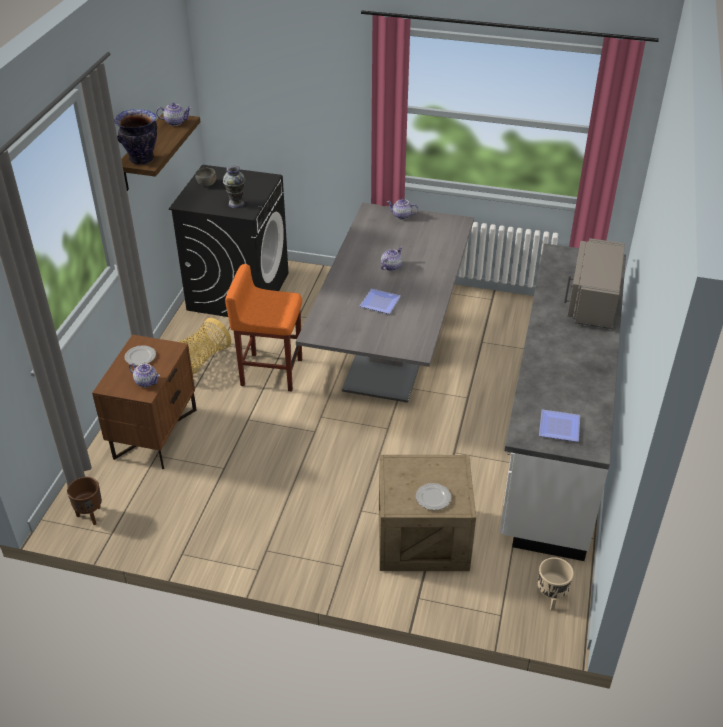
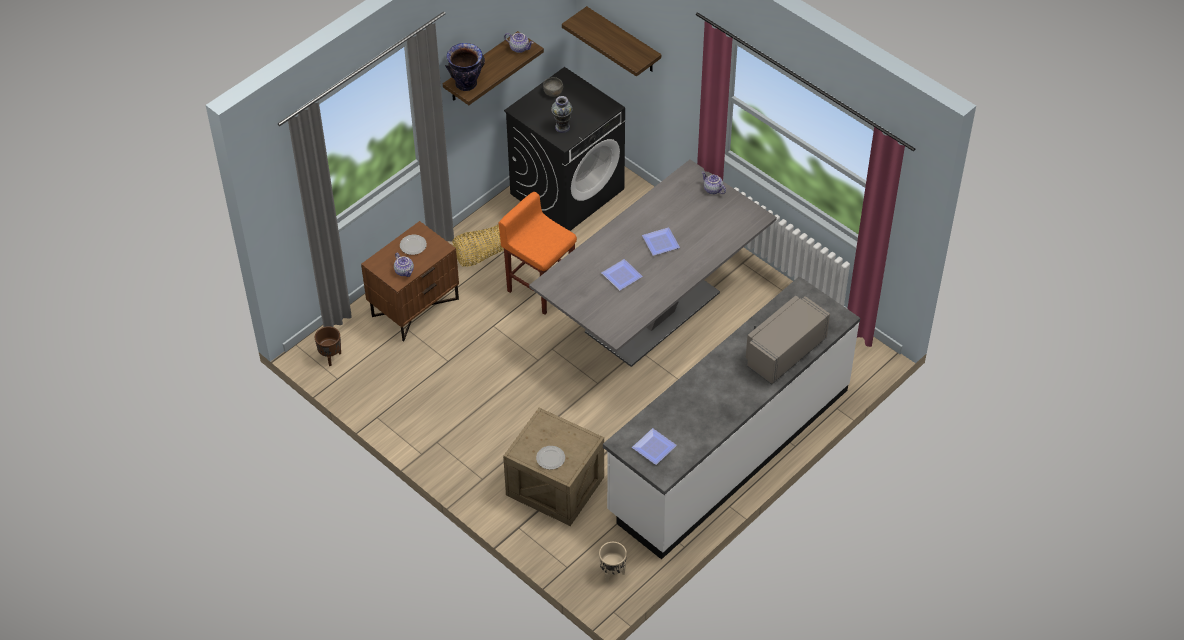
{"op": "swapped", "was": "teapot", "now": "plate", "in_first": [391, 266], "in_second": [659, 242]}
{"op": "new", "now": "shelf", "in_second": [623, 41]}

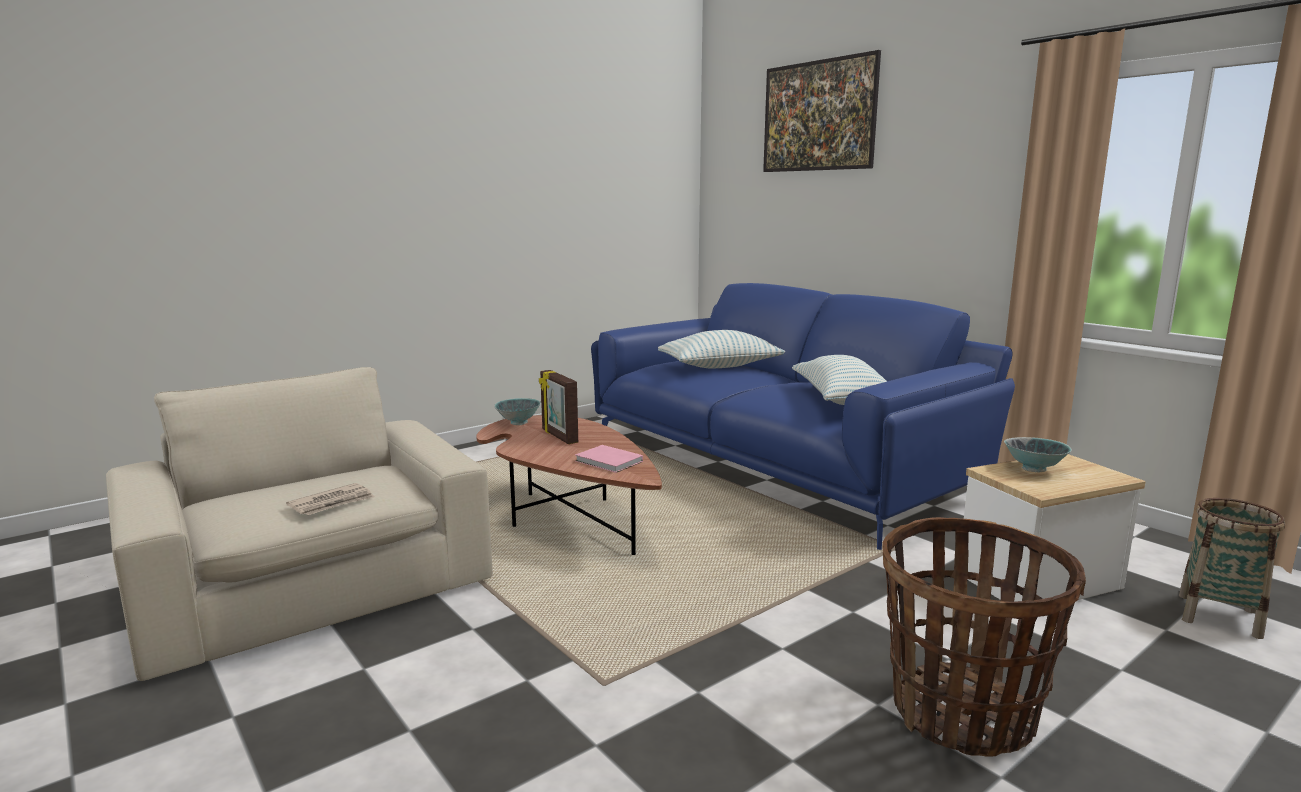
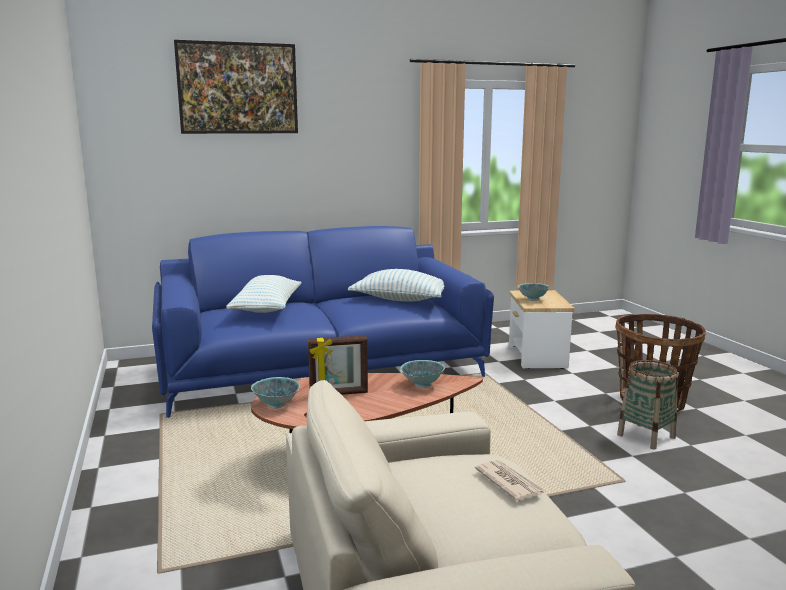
{"op": "swapped", "was": "book (pink)", "now": "bowl", "in_first": [609, 462], "in_second": [422, 385]}
{"op": "shifted", "was": "basket", "in_first": [1218, 615], "in_second": [646, 436]}

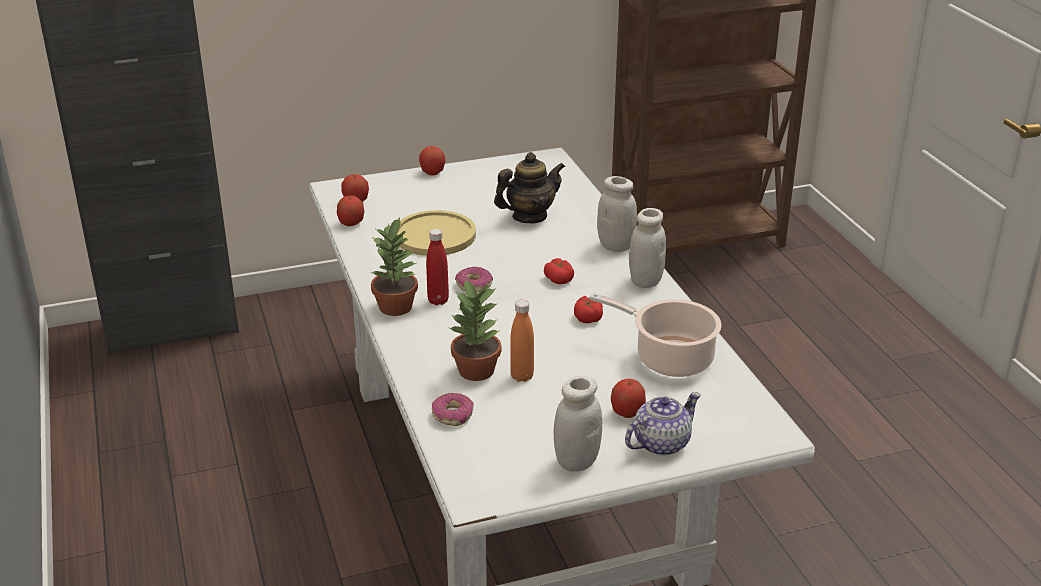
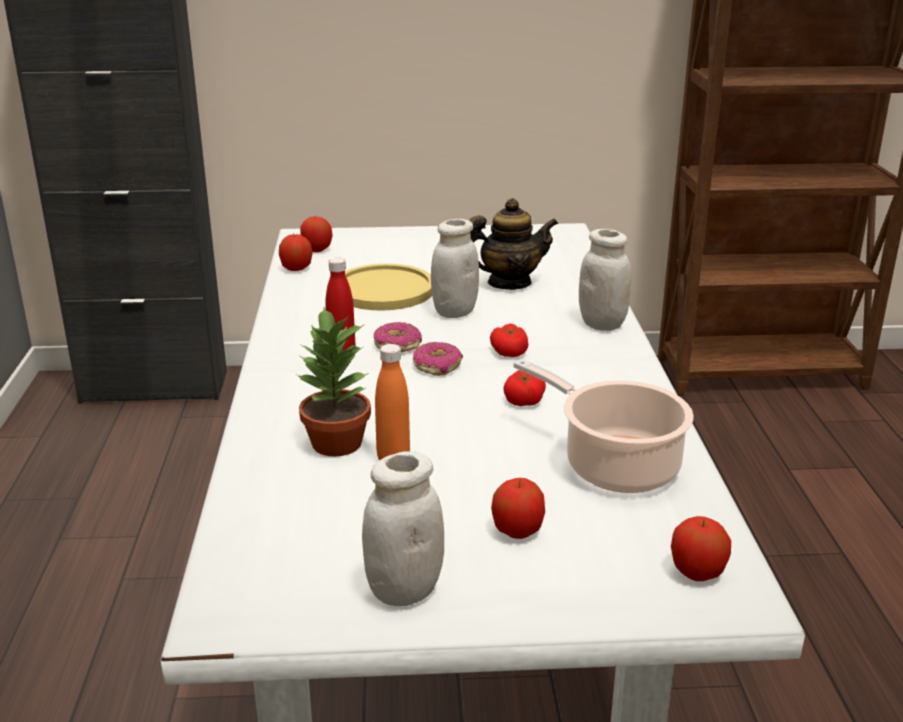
{"op": "gone", "was": "potted plant", "in_first": [396, 307]}
{"op": "shifted", "was": "apple", "in_first": [432, 172], "in_second": [697, 572]}
{"op": "shifted", "was": "donut", "in_first": [453, 415], "in_second": [437, 366]}
{"op": "gone", "was": "teapot", "in_first": [660, 443]}
{"op": "shifted", "was": "jar (white)", "in_first": [645, 281], "in_second": [454, 312]}

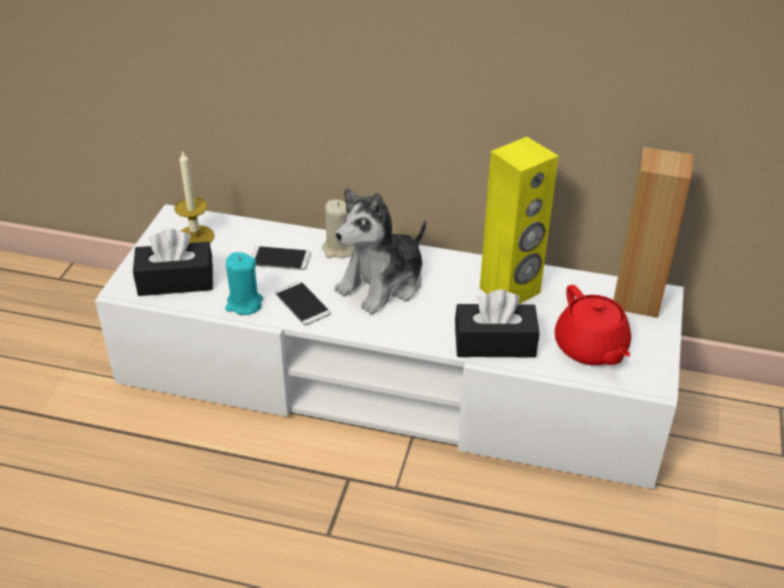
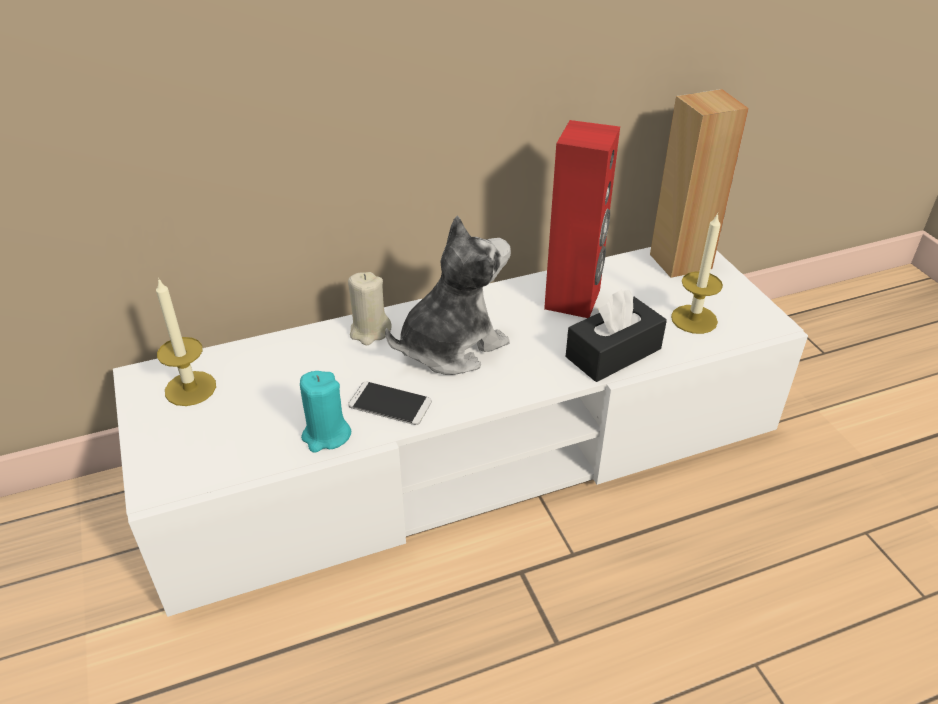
{"op": "gone", "was": "tissue box (black)", "in_first": [176, 281]}
{"op": "gone", "was": "phone", "in_first": [280, 259]}
{"op": "rotated", "was": "plush toy", "in_first": [382, 284], "in_second": [451, 346], "clockwise": -135}
{"op": "repainted", "was": "speaker (yellow)", "now": "speaker (red)", "in_first": [510, 291], "in_second": [573, 299]}
{"op": "swapped", "was": "teapot (red)", "now": "candle", "in_first": [590, 349], "in_second": [694, 319]}

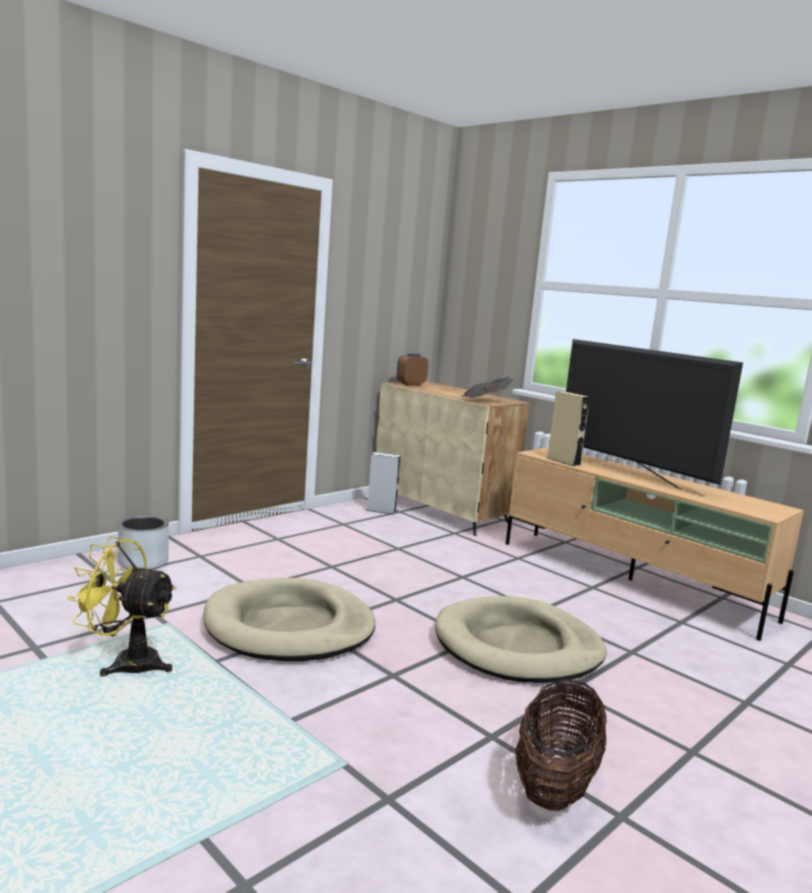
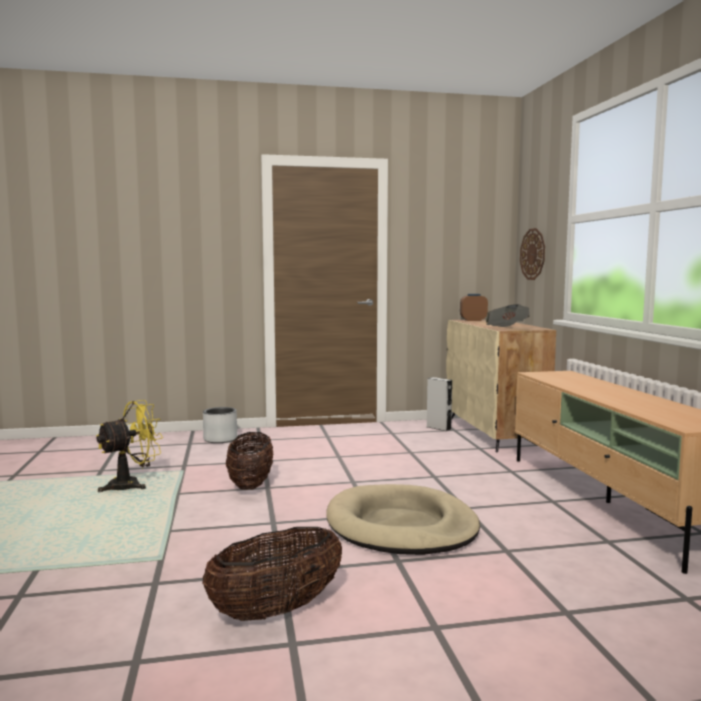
{"op": "rotated", "was": "fan (yellow)", "in_first": [126, 662], "in_second": [132, 485], "clockwise": 90}
{"op": "swapped", "was": "dog bed (beige)", "now": "basket", "in_first": [289, 627], "in_second": [250, 484]}
{"op": "gone", "was": "speaker (beige)", "in_first": [563, 461]}
{"op": "gone", "was": "television", "in_first": [630, 474]}
{"op": "new", "now": "wall clock", "in_second": [533, 254]}

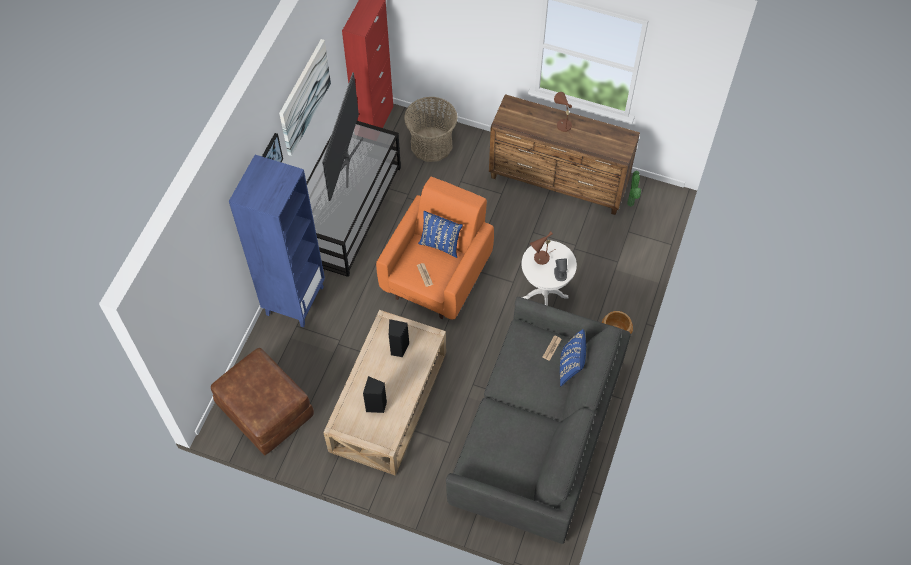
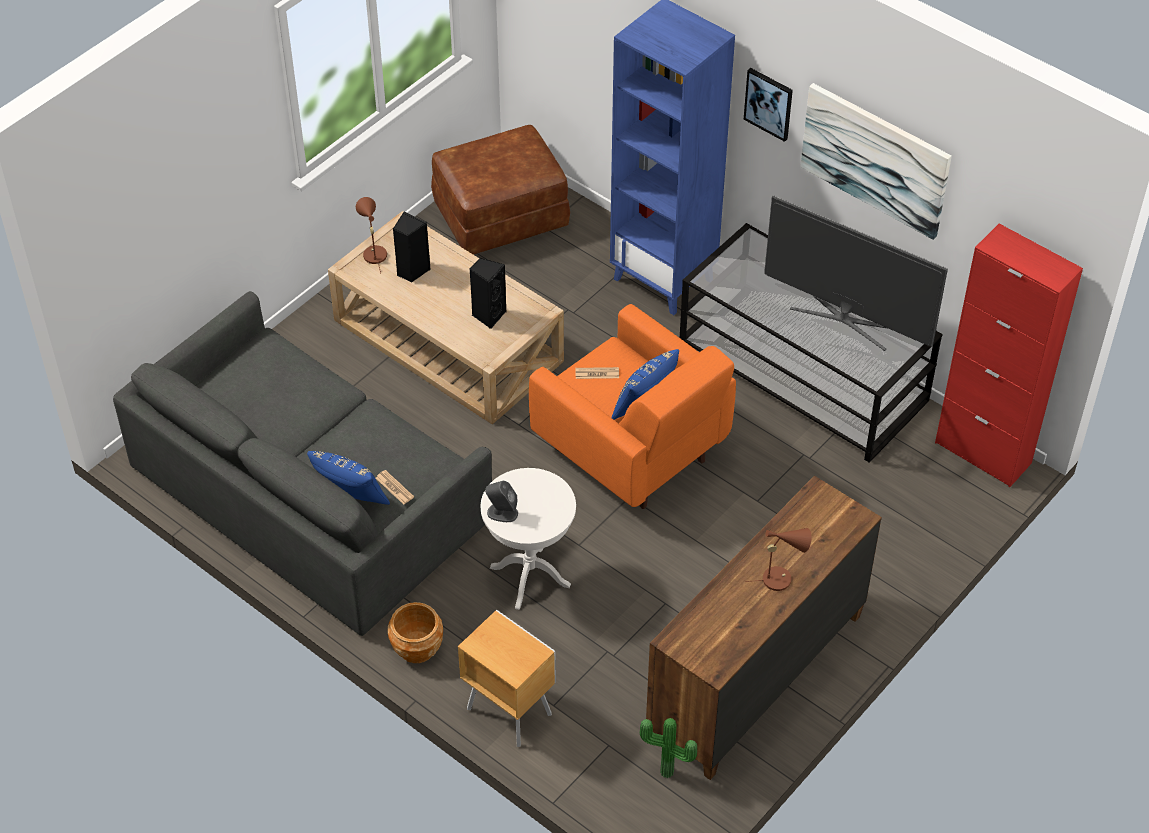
{"op": "gone", "was": "basket", "in_first": [431, 144]}
{"op": "shifted", "was": "table lamp (brown)", "in_first": [540, 259], "in_second": [373, 252]}
{"op": "new", "now": "nightstand (brown)", "in_second": [508, 710]}

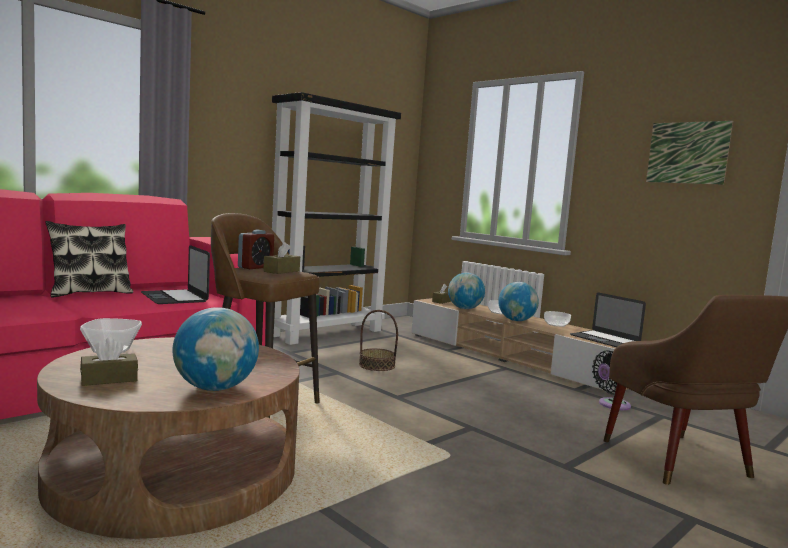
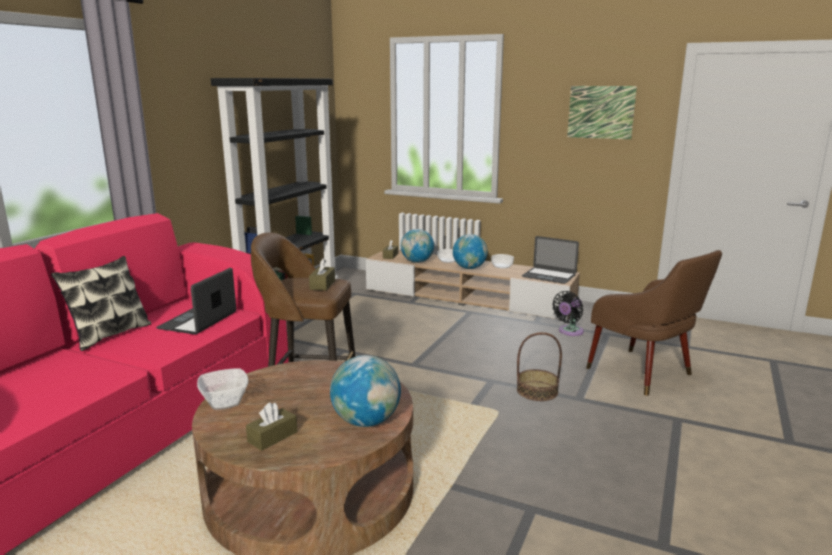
{"op": "rotated", "was": "laptop", "in_first": [174, 297], "in_second": [198, 320], "clockwise": 75}
{"op": "gone", "was": "alarm clock", "in_first": [255, 267]}
{"op": "shifted", "was": "basket", "in_first": [377, 365], "in_second": [537, 391]}

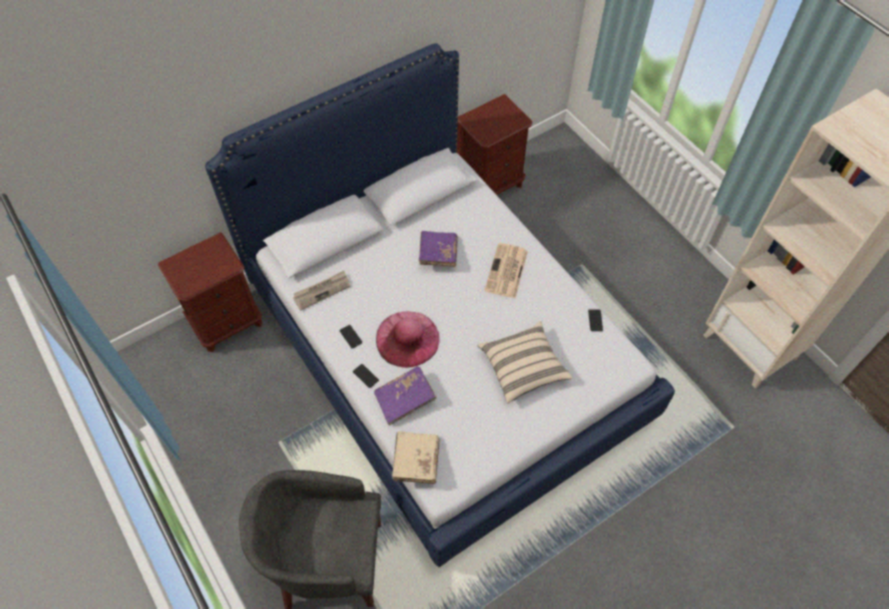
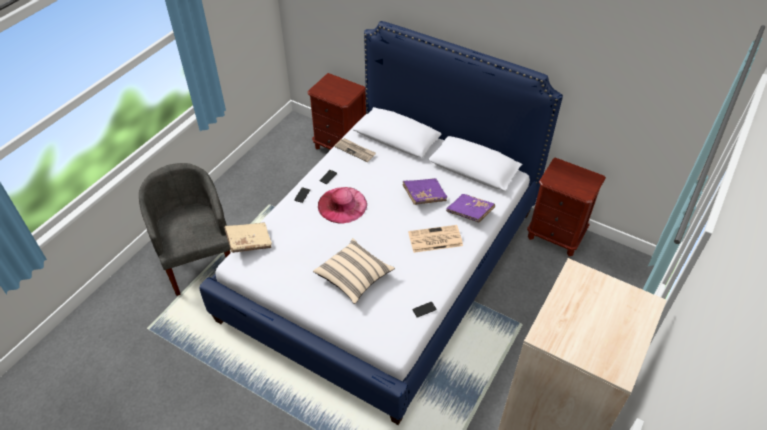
{"op": "shifted", "was": "book (purple)", "in_first": [405, 399], "in_second": [470, 213]}

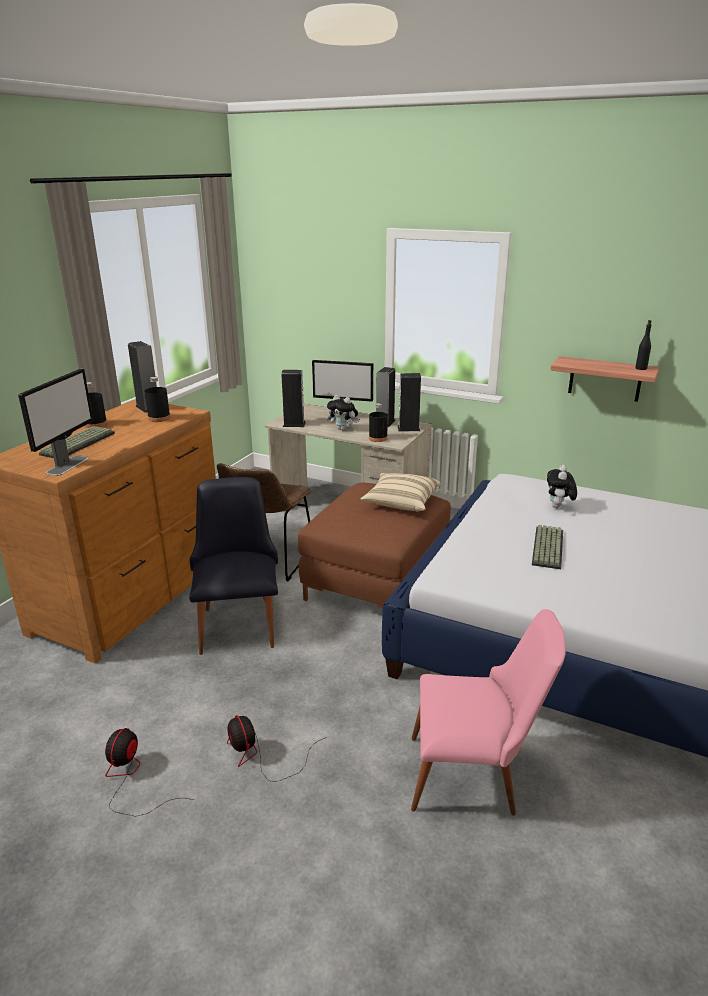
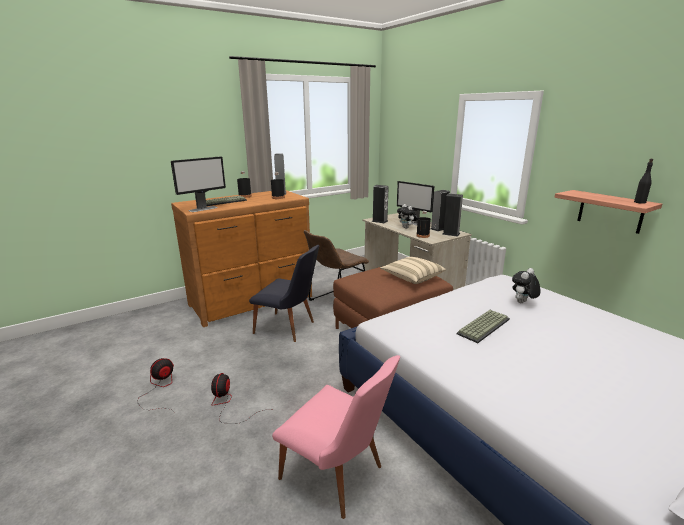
{"op": "rotated", "was": "chair (black)", "in_first": [239, 621], "in_second": [289, 328], "clockwise": 90}

